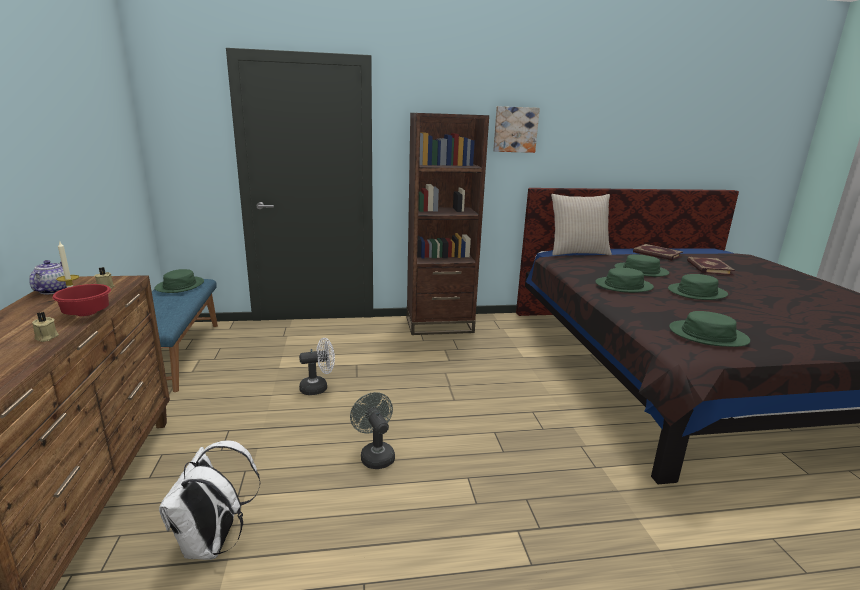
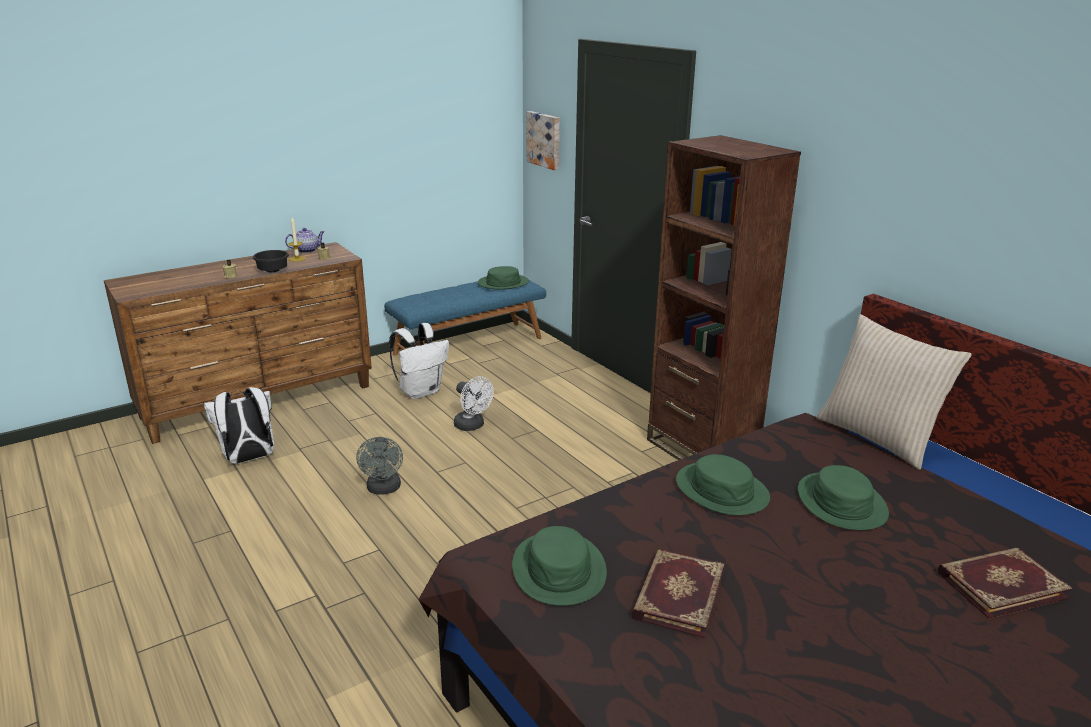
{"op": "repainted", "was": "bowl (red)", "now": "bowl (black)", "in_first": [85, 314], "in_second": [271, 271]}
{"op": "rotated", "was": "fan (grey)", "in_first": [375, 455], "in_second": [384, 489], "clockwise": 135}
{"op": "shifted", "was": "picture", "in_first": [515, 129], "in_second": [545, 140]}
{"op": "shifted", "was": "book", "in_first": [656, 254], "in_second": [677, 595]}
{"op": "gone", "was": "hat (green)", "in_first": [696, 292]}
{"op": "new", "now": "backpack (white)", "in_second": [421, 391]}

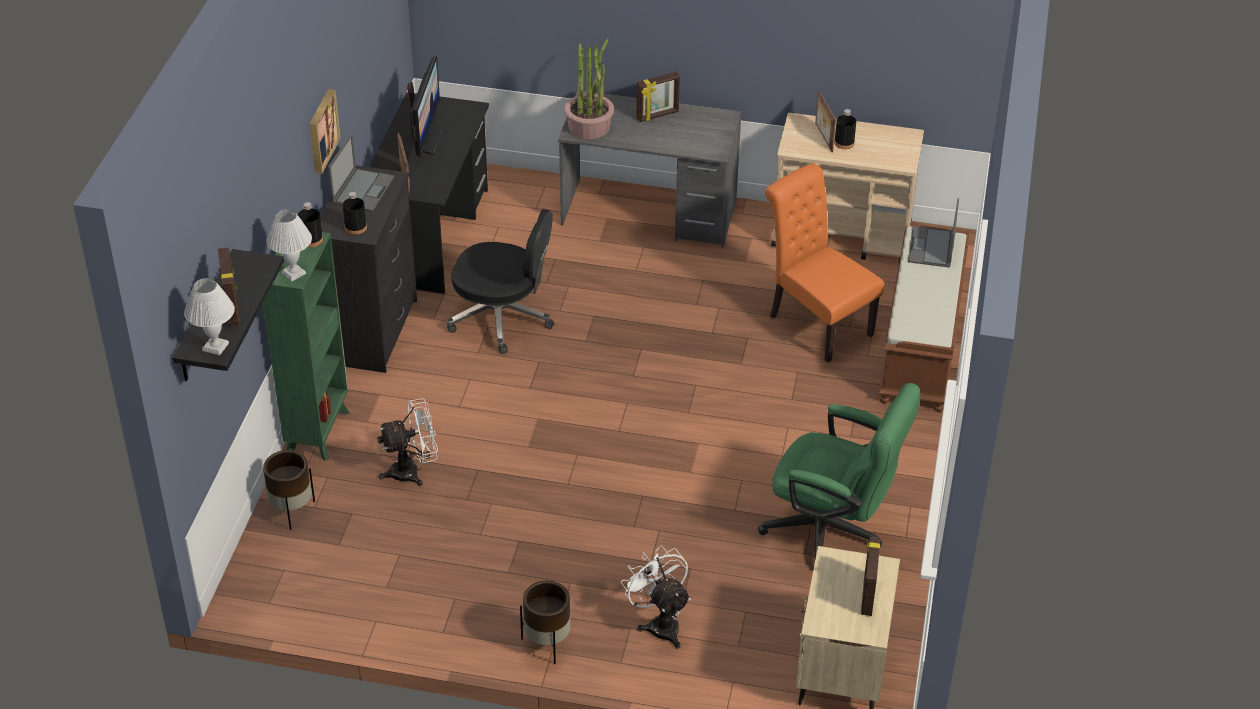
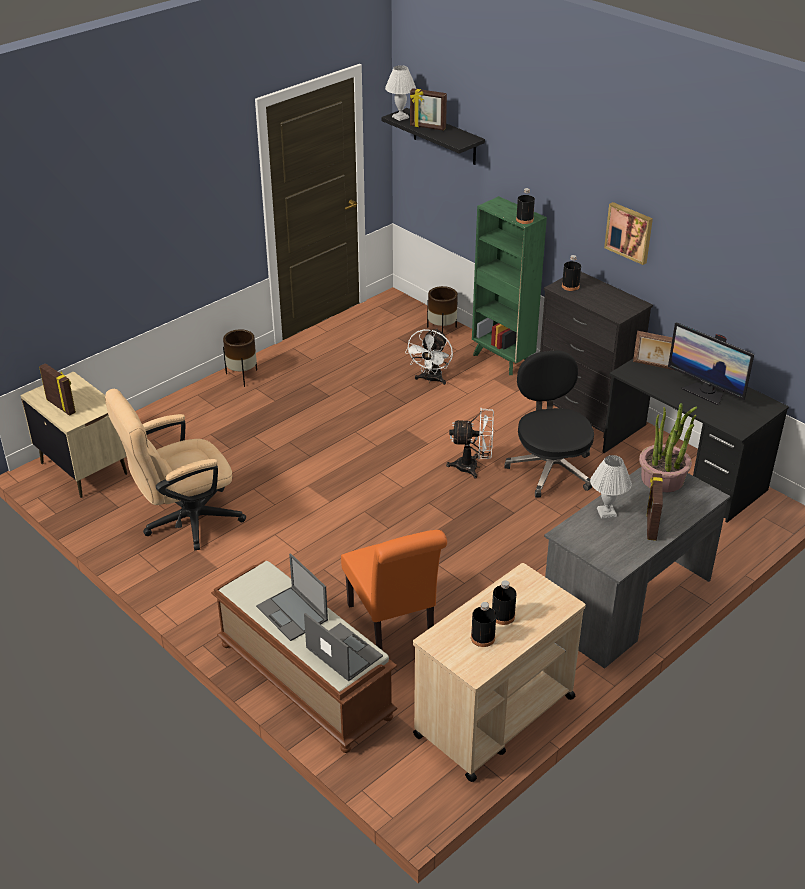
{"op": "shifted", "was": "table lamp (white)", "in_first": [293, 273], "in_second": [606, 512]}
{"op": "shifted", "was": "laptop", "in_first": [363, 189], "in_second": [292, 614]}
{"op": "rotated", "was": "office chair (black)", "in_first": [502, 318], "in_second": [550, 468], "clockwise": 120}
{"op": "shifted", "was": "fan (white)", "in_first": [660, 623], "in_second": [473, 467]}
{"op": "repainted", "was": "office chair (green)", "now": "office chair (beige)", "in_first": [832, 532], "in_second": [183, 521]}
{"op": "rotated", "was": "chair (orange)", "in_first": [815, 322], "in_second": [394, 630], "clockwise": 75}
{"op": "gone", "was": "picture frame", "in_first": [823, 138]}
{"op": "new", "now": "bottle (black)", "in_second": [483, 638]}

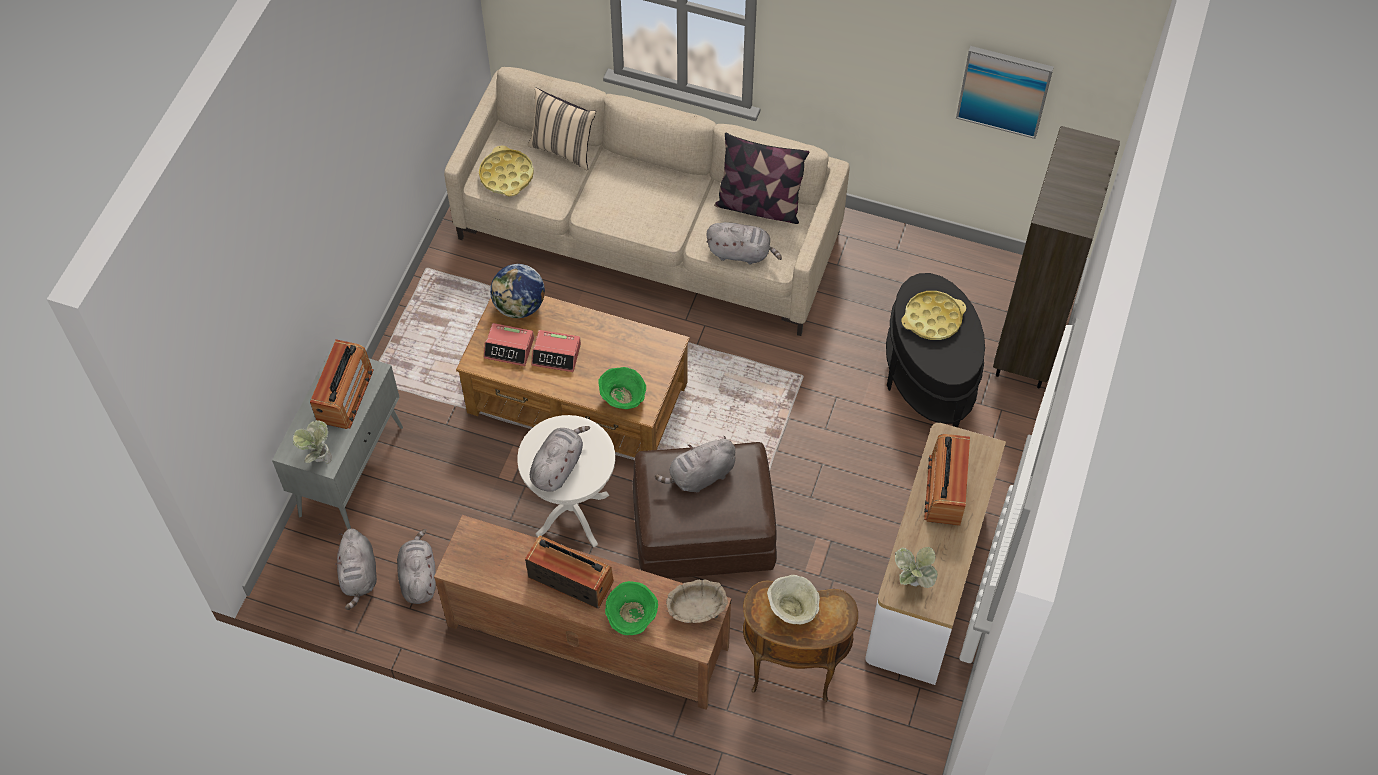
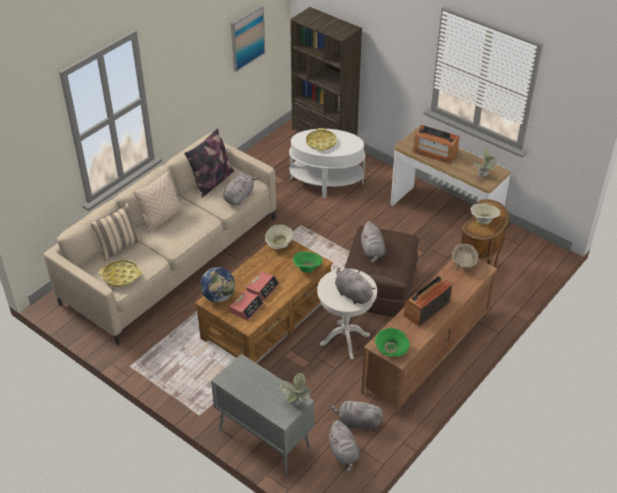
{"op": "gone", "was": "radio", "in_first": [345, 395]}
{"op": "rotated", "was": "plush toy (grey)", "in_first": [359, 575], "in_second": [344, 453], "clockwise": 60}
{"op": "shifted", "was": "bowl (green)", "in_first": [631, 617], "in_second": [391, 351]}
{"op": "repainted", "was": "side table (black)", "now": "side table (white)", "in_first": [928, 379], "in_second": [326, 183]}
{"op": "new", "now": "pillow (beige)", "in_second": [161, 219]}
{"op": "new", "now": "bowl (beige)", "in_second": [279, 245]}

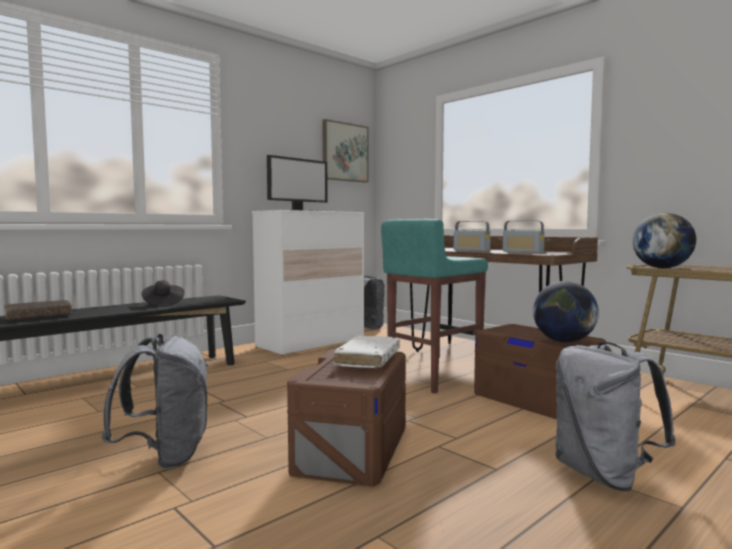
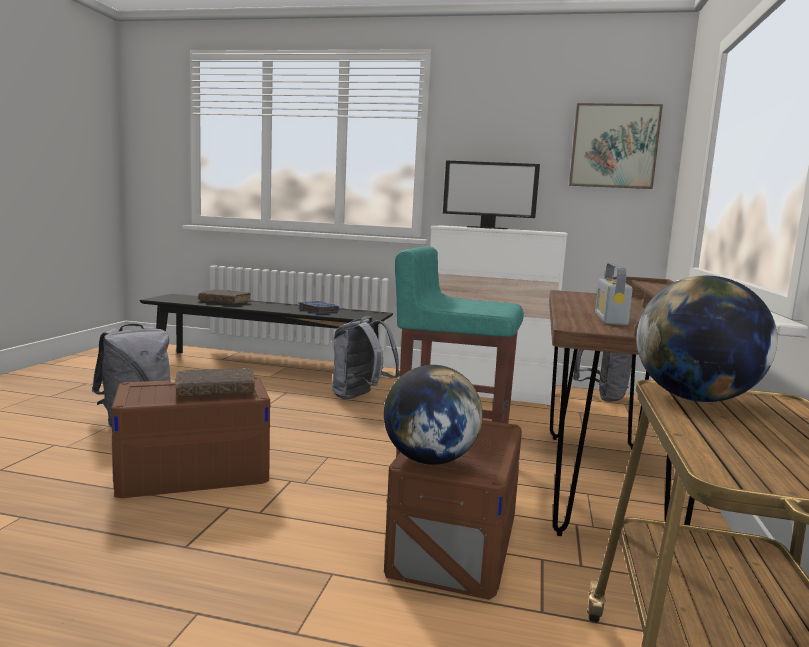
{"op": "swapped", "was": "hat (black)", "now": "book (blue)", "in_first": [163, 304], "in_second": [317, 310]}
{"op": "repainted", "was": "book (white)", "now": "book (brown)", "in_first": [368, 360], "in_second": [215, 391]}
{"op": "gone", "was": "radio", "in_first": [471, 250]}
{"op": "shifted", "was": "backpack (grey)", "in_first": [604, 476], "in_second": [360, 397]}

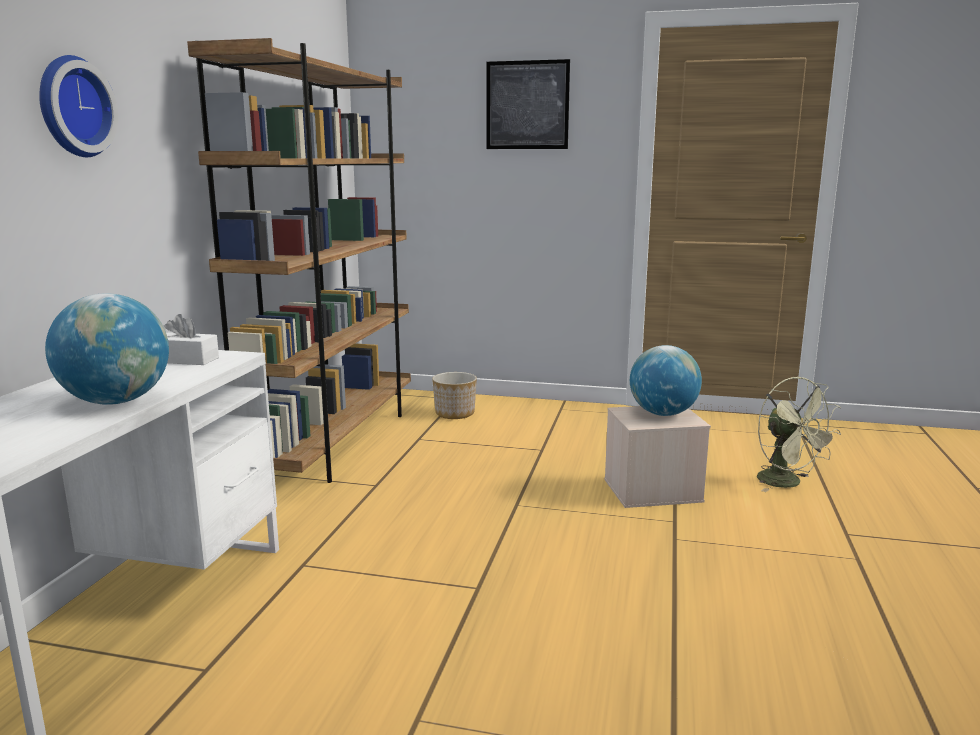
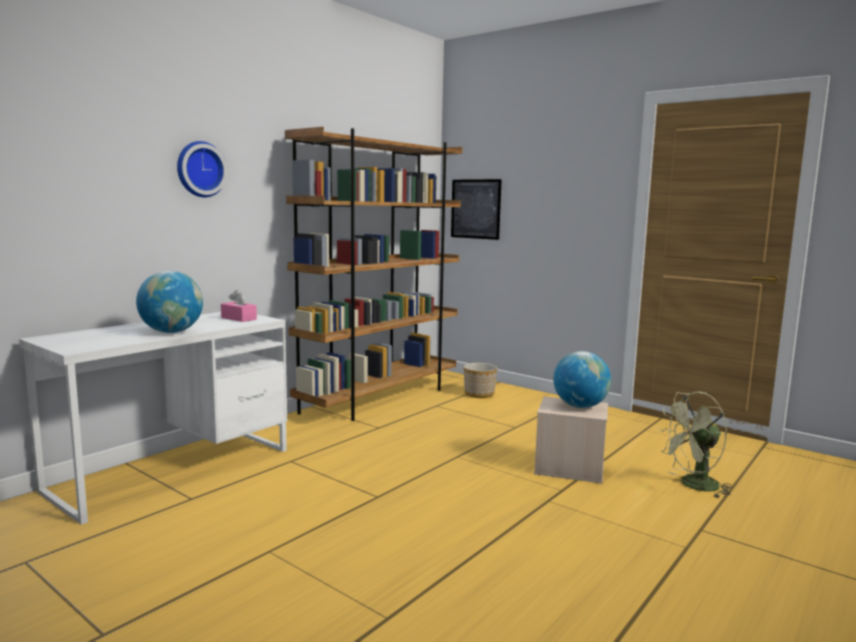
{"op": "repainted", "was": "tissue box (white)", "now": "tissue box (pink)", "in_first": [186, 360], "in_second": [238, 318]}
{"op": "shifted", "was": "picture", "in_first": [527, 105], "in_second": [475, 209]}
{"op": "rotated", "was": "fan (green)", "in_first": [787, 483], "in_second": [693, 486], "clockwise": 75}

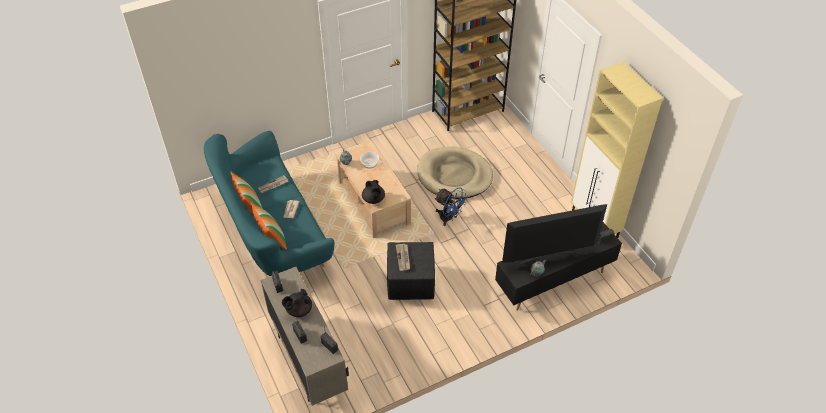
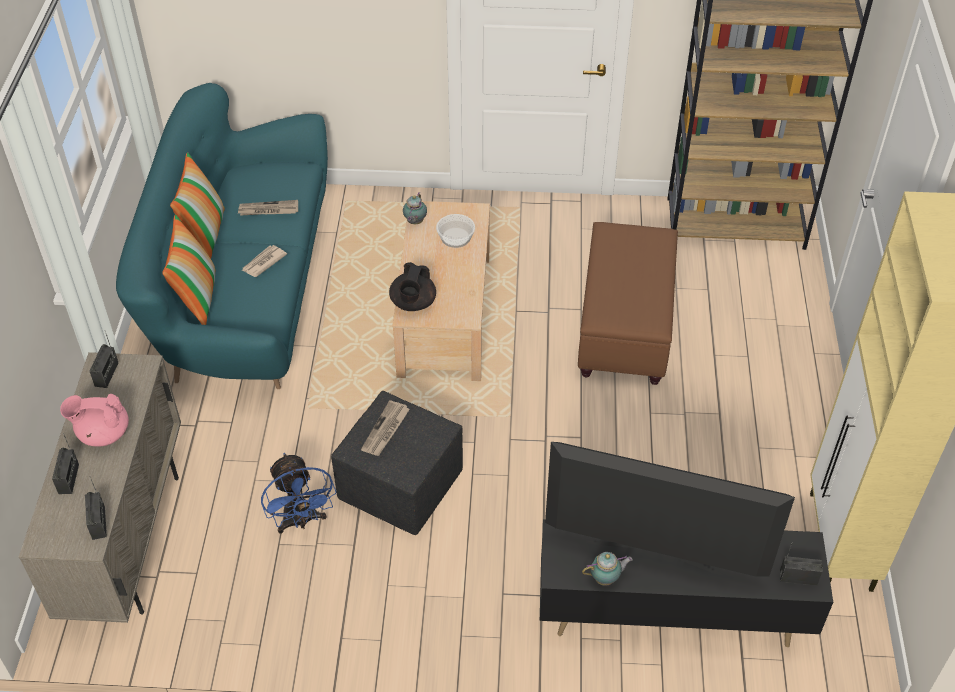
{"op": "repainted", "was": "teapot (black)", "now": "teapot (pink)", "in_first": [298, 310], "in_second": [103, 433]}
{"op": "swapped", "was": "dog bed (beige)", "now": "ottoman (brown)", "in_first": [454, 175], "in_second": [624, 329]}
{"op": "shifted", "was": "fan (blue)", "in_first": [449, 218], "in_second": [301, 521]}

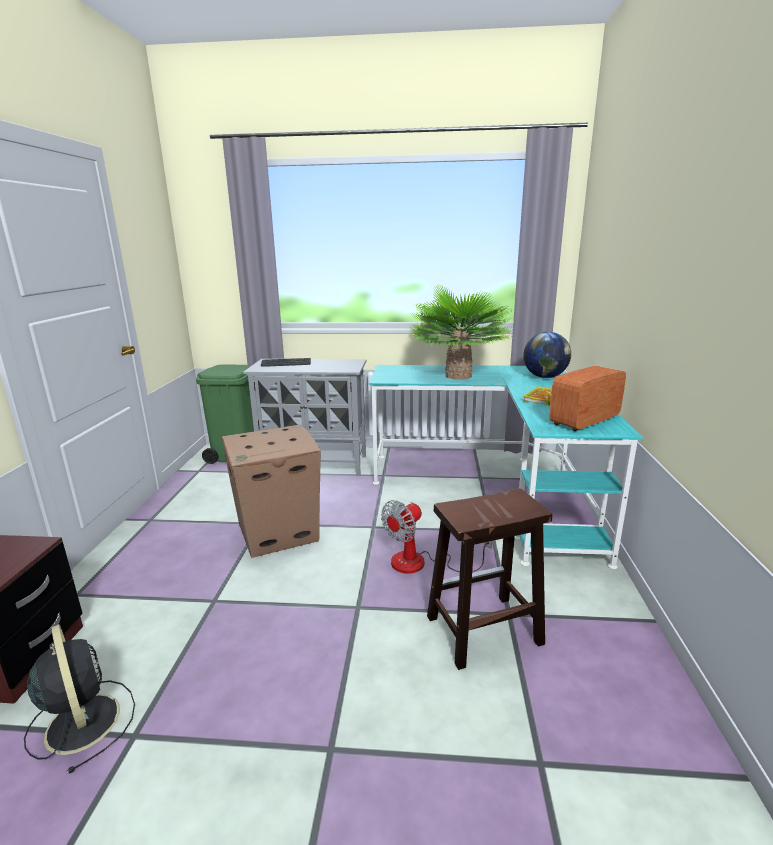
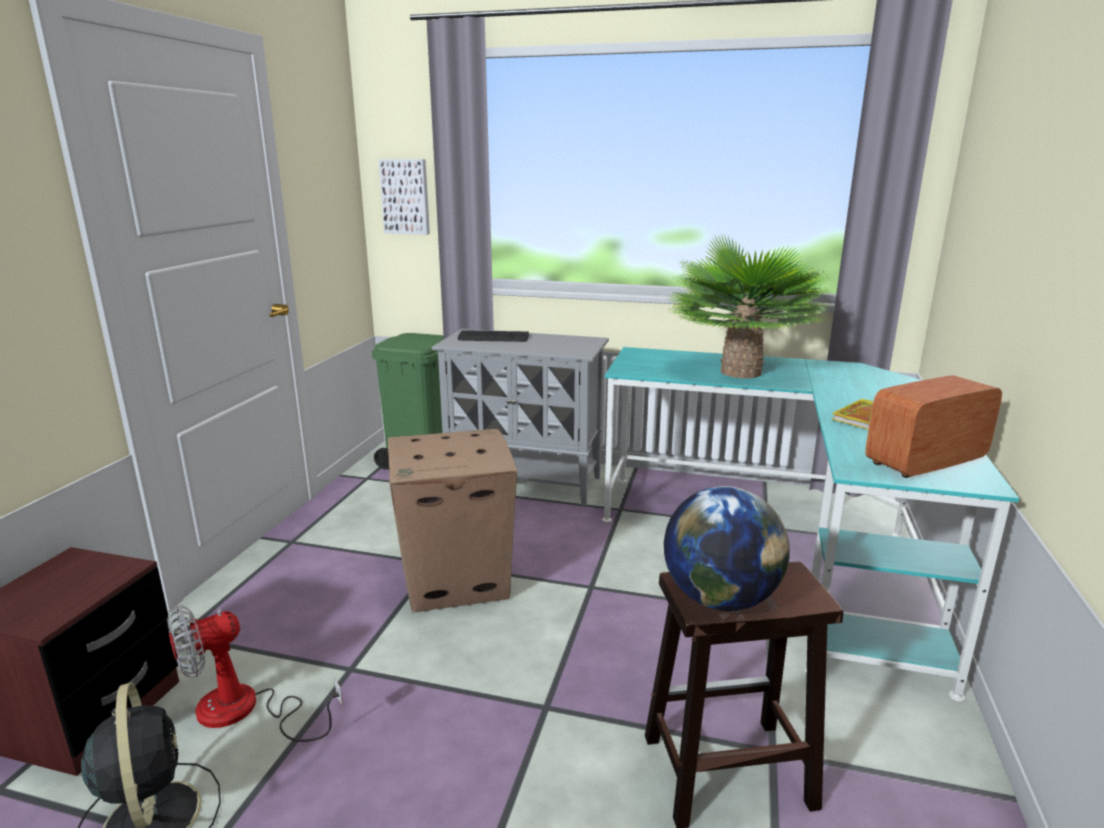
{"op": "shifted", "was": "fan", "in_first": [421, 563], "in_second": [245, 711]}
{"op": "shifted", "was": "globe", "in_first": [544, 377], "in_second": [720, 599]}
{"op": "new", "now": "picture", "in_second": [406, 196]}

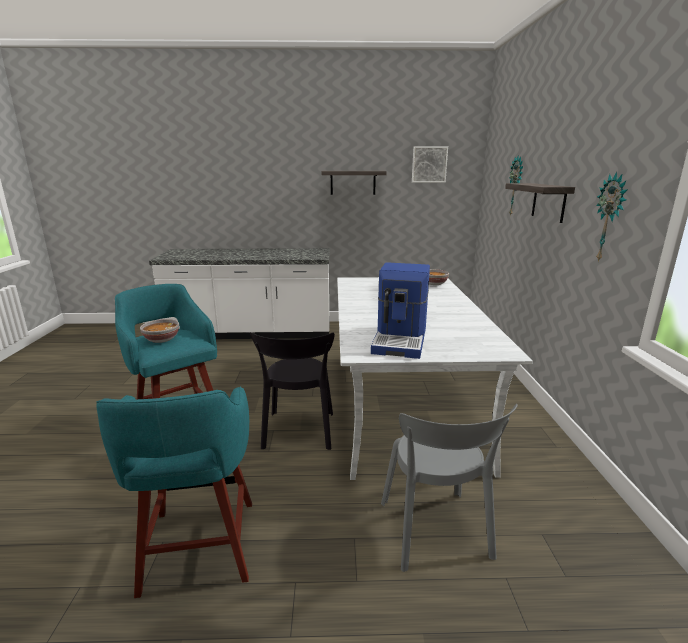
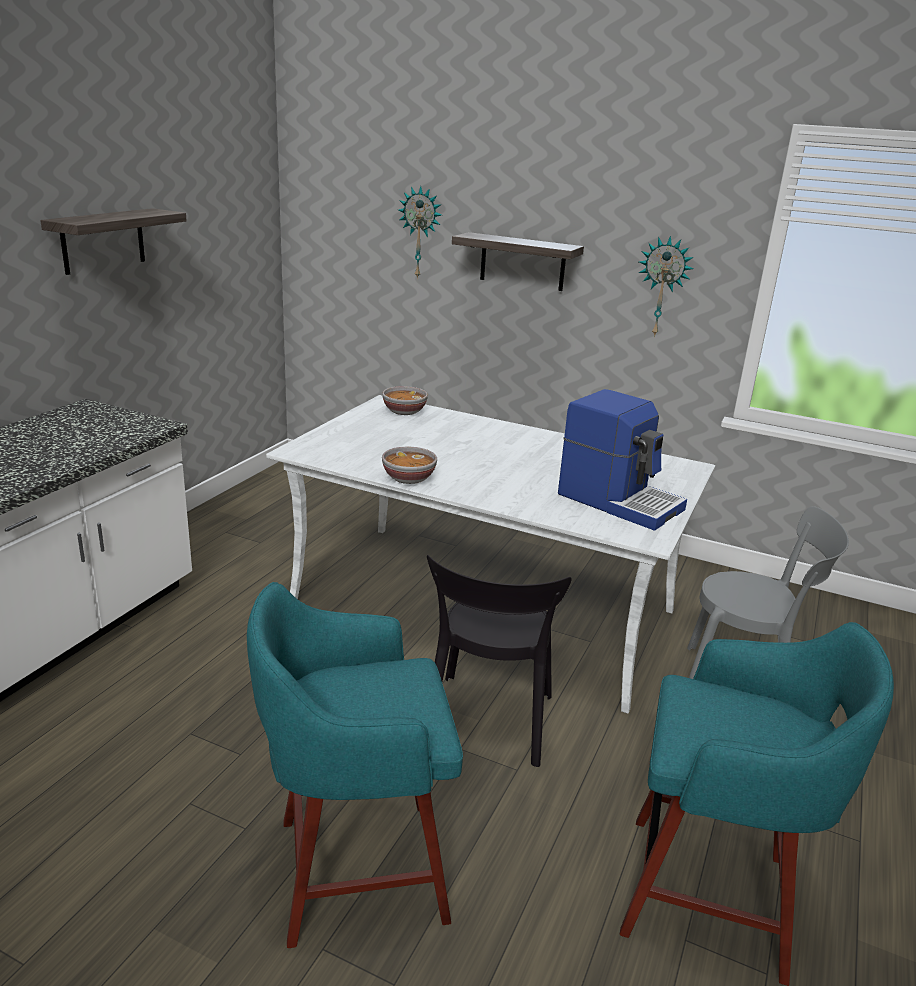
{"op": "shifted", "was": "bowl", "in_first": [161, 339], "in_second": [408, 478]}
{"op": "rotated", "was": "chair (black)", "in_first": [298, 433], "in_second": [487, 724], "clockwise": 75}
{"op": "gone", "was": "picture", "in_first": [429, 164]}

